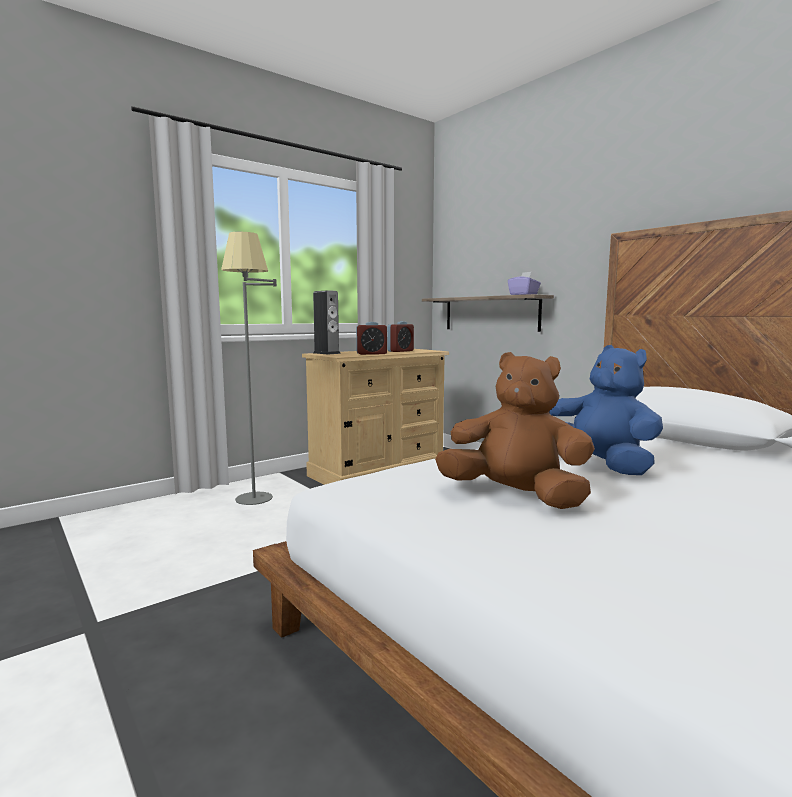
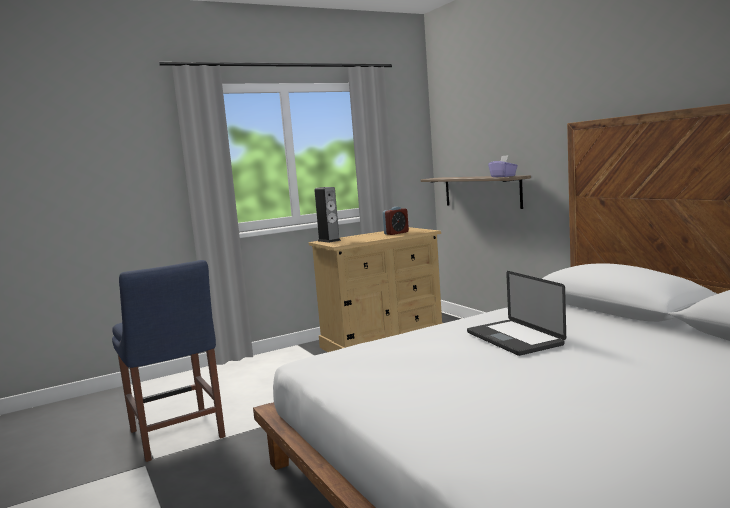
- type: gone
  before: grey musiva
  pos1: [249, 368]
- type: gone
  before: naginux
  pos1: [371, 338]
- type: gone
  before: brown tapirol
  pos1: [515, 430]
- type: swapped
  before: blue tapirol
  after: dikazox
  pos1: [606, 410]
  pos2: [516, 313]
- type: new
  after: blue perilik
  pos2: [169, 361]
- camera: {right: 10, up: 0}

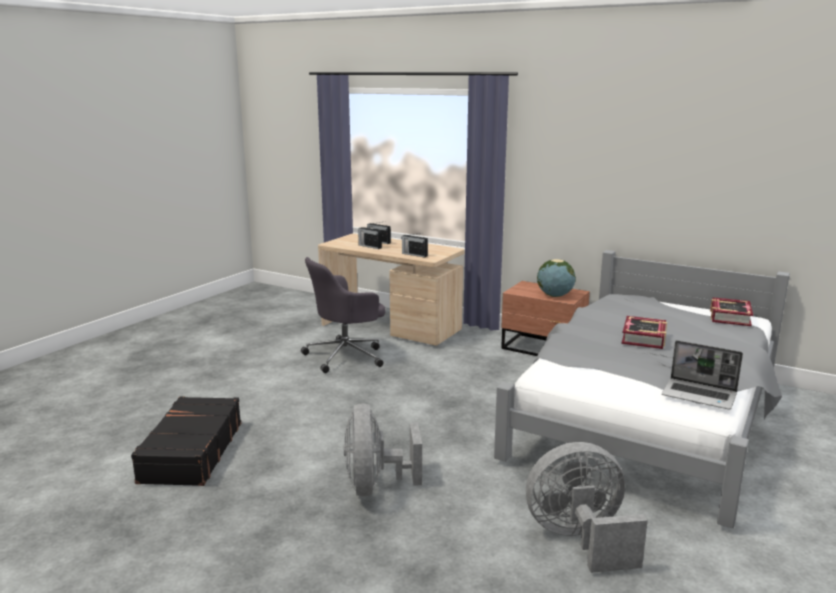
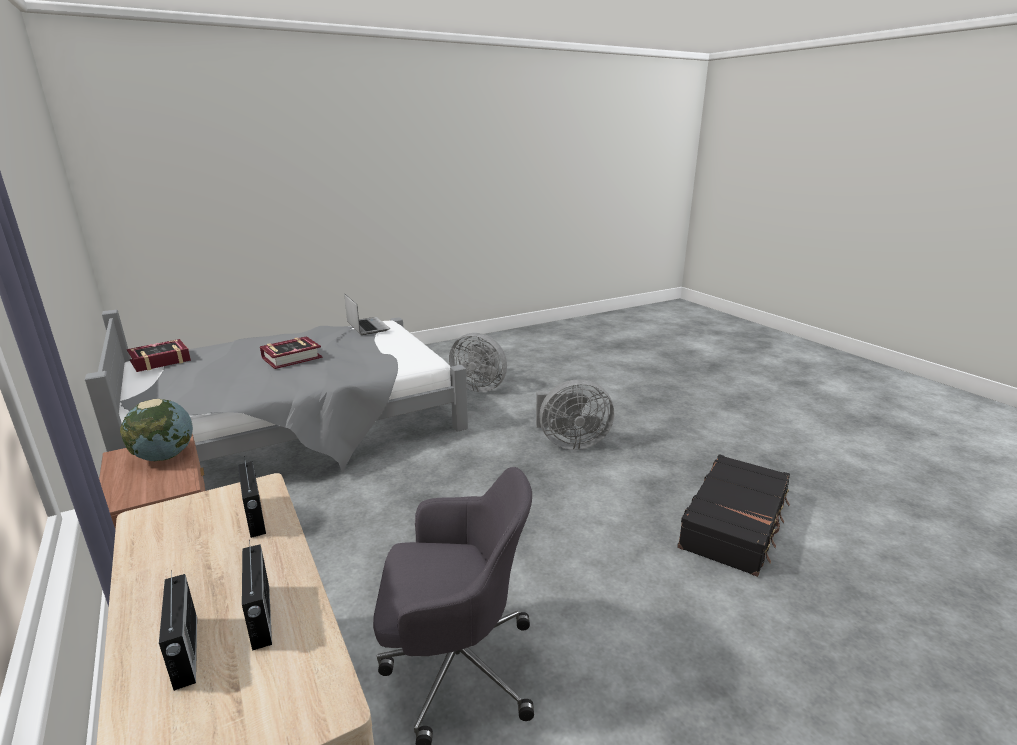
- type: rotated
  before: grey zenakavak
  pos1: [383, 450]
  pos2: [575, 414]
  turn: 60
- camera: {right: -150, up: 5}

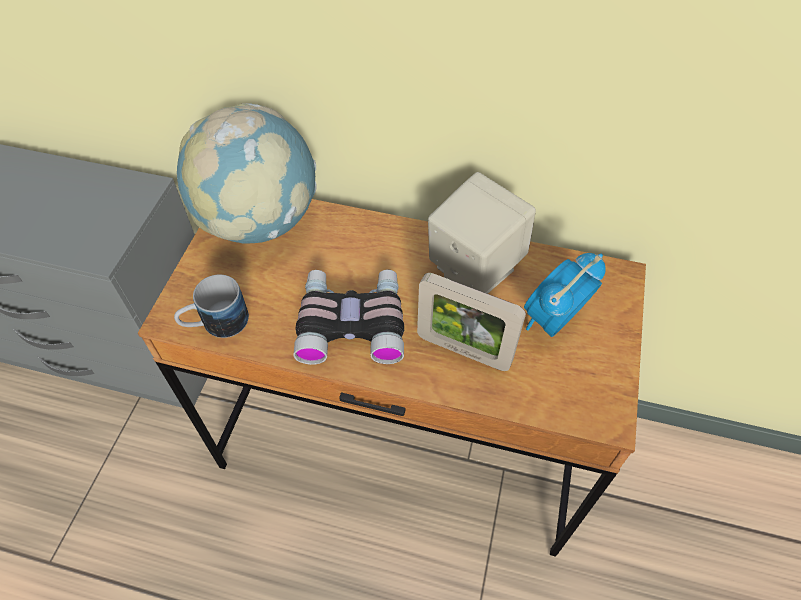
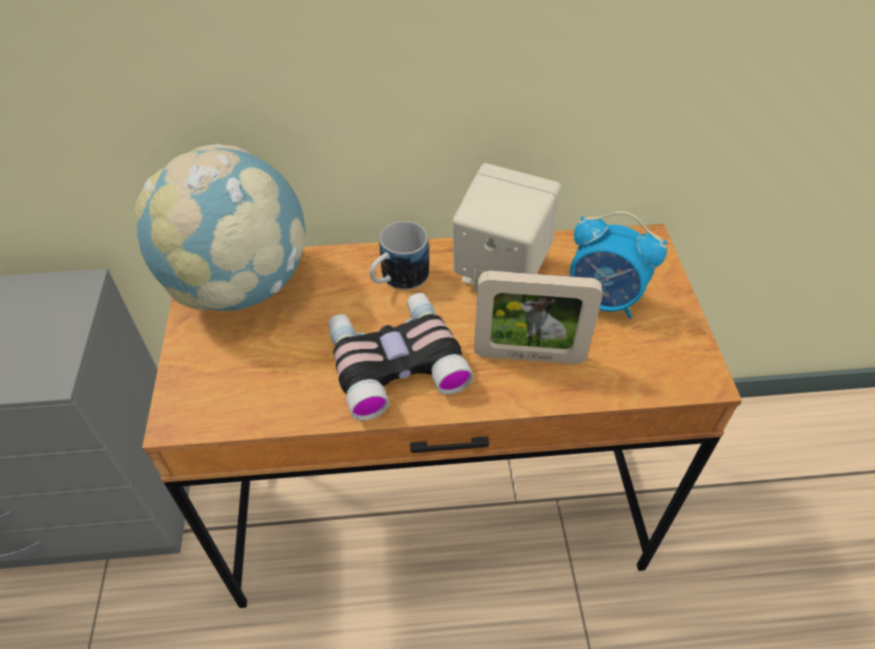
- type: shifted
  before: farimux
  pos1: [211, 306]
  pos2: [399, 255]
- type: rotated
  before: naginux
  pos1: [565, 295]
  pos2: [618, 265]
  turn: -90
- camera: {right: -20, up: -5}

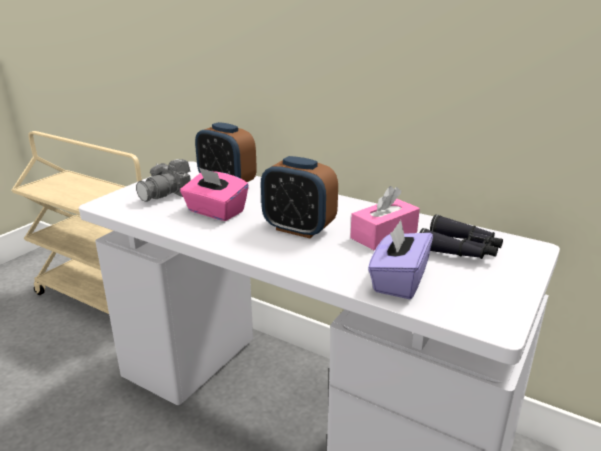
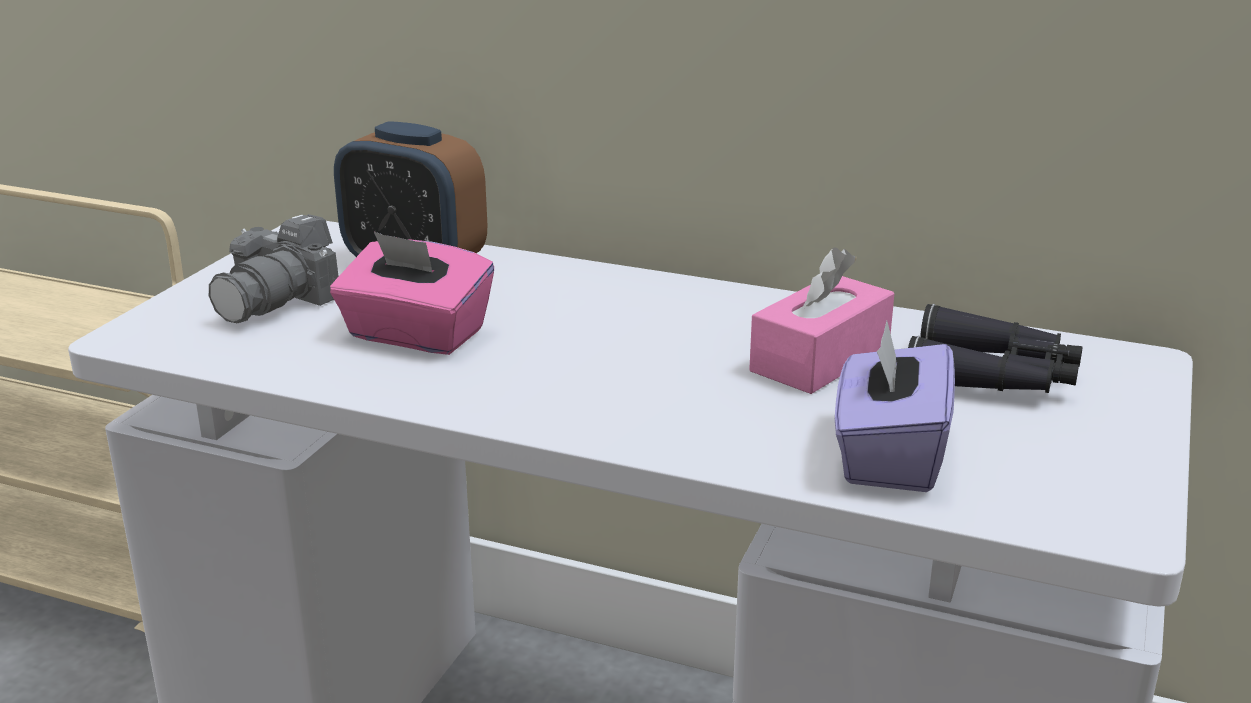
- type: gone
  before: naginux
  pos1: [299, 197]
- camera: {right: -10, up: 0}

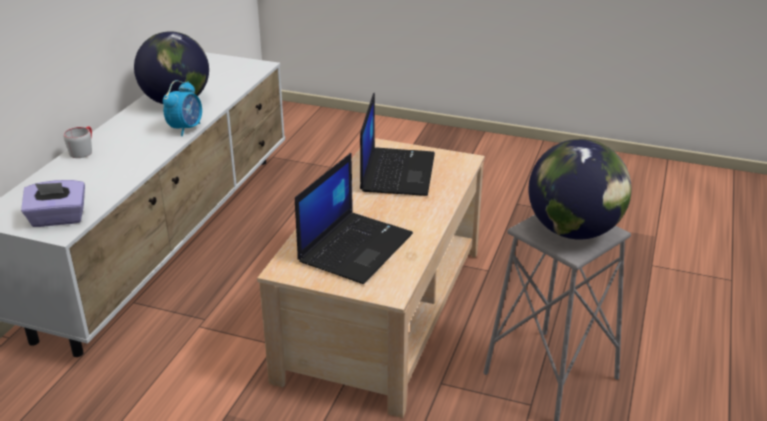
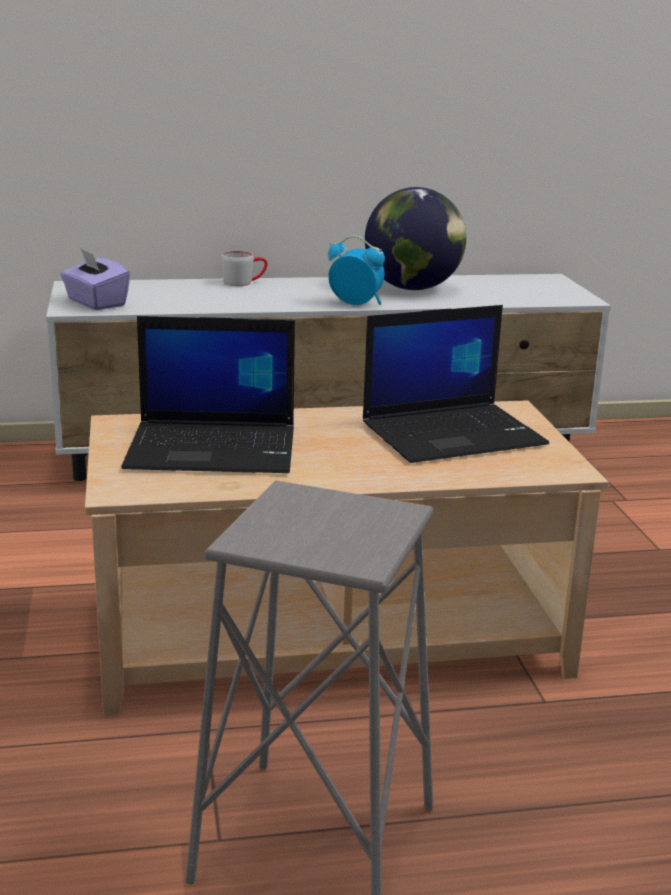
- type: rotated
  before: naginux
  pos1: [182, 108]
  pos2: [356, 270]
  turn: -150
- type: gone
  before: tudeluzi
  pos1: [580, 189]
- camera: {right: 60, up: -10}

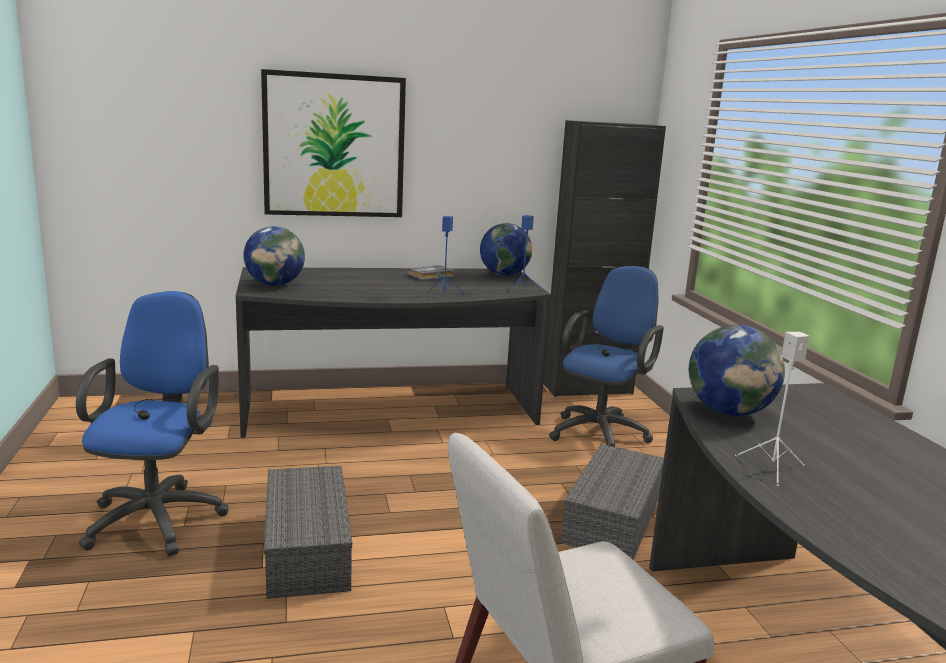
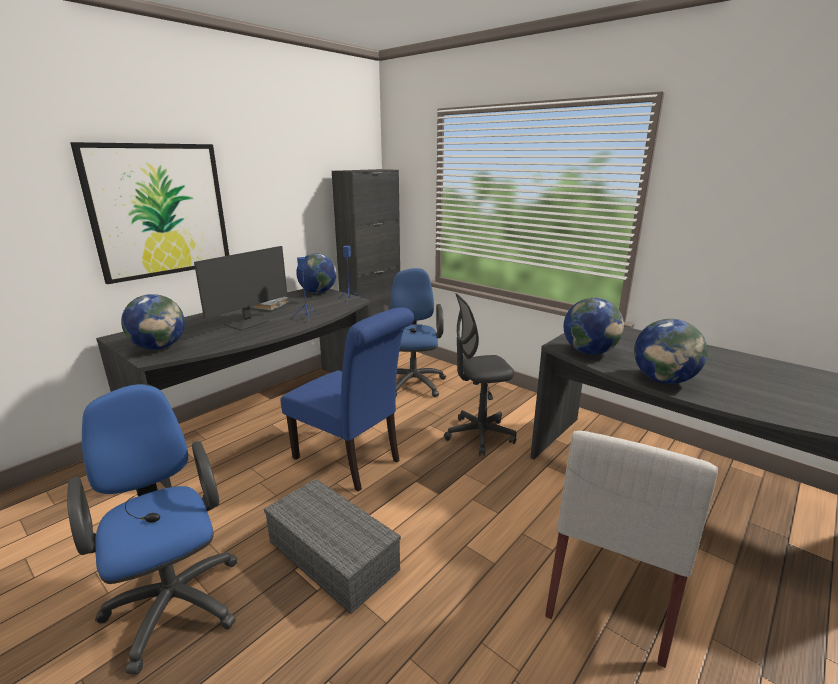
- type: swapped
  before: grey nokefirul
  after: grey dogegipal
  pos1: [612, 502]
  pos2: [480, 374]
- type: swapped
  before: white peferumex
  after: tudeluzi
  pos1: [772, 409]
  pos2: [671, 351]
- type: new
  after: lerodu
  pos2: [241, 288]
- type: new
  after: blue perilik
  pos2: [347, 399]
- camera: {right: -35, up: 5}

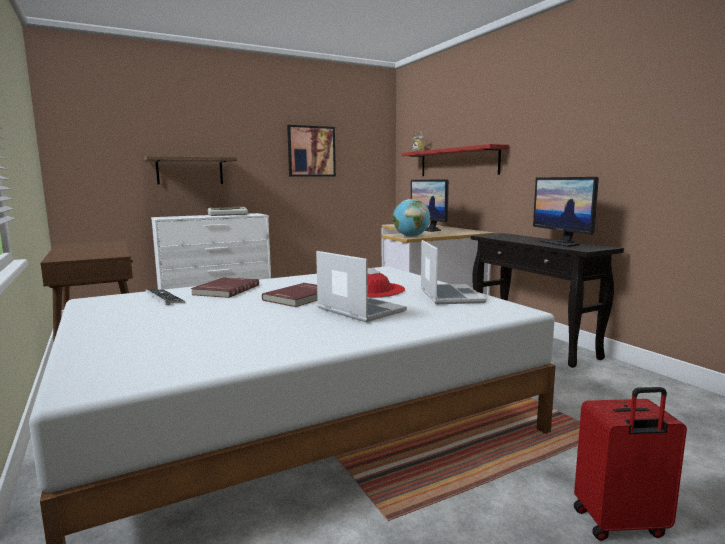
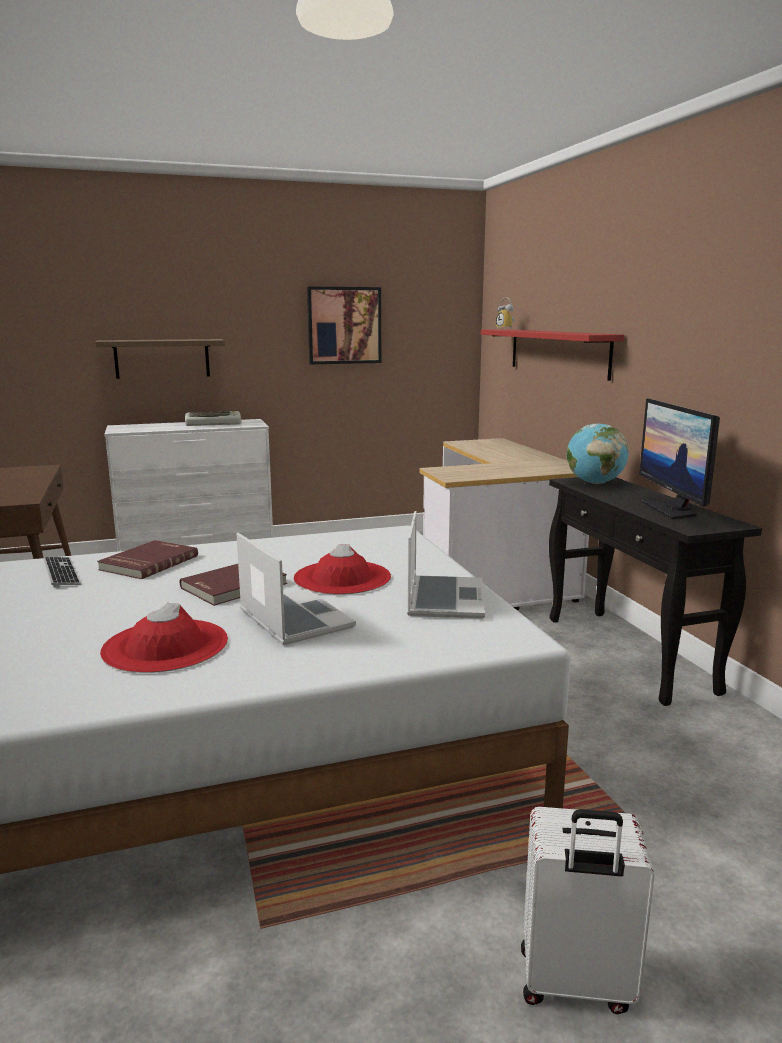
- type: shifted
  before: tudeluzi
  pos1: [411, 218]
  pos2: [597, 454]
- type: gone
  before: lerodu
  pos1: [430, 205]
- type: repainted
  before: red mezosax
  after: white mezosax
  pos1: [630, 464]
  pos2: [588, 910]
- type: new
  after: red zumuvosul
  pos2: [164, 638]
- camera: {right: 10, up: 5}

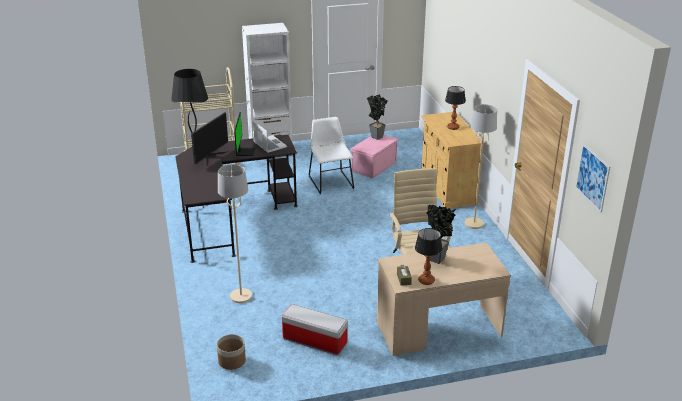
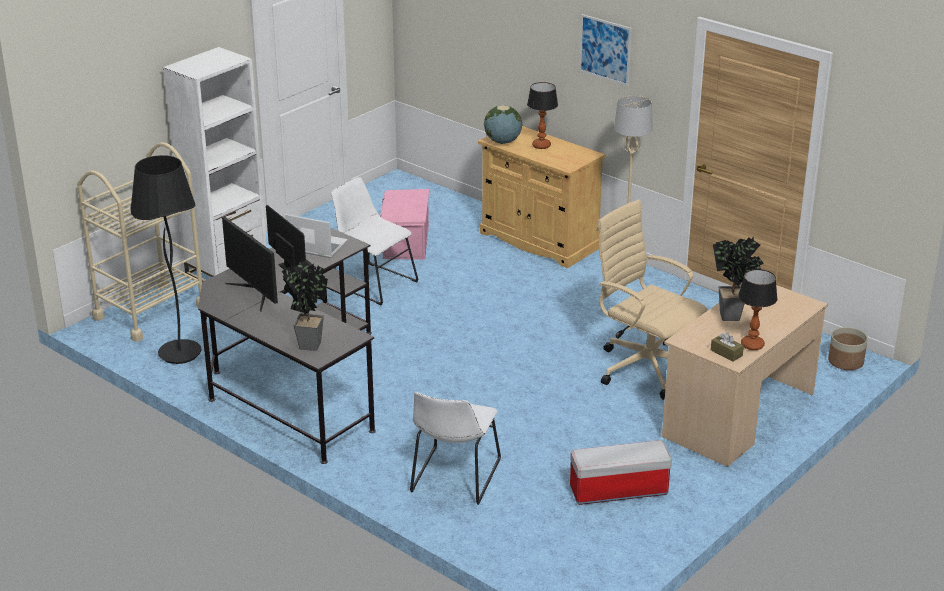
- type: rotated
  before: lerodu
  pos1: [210, 140]
  pos2: [250, 264]
  turn: 150
- type: shifted
  before: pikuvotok
  pos1: [231, 352]
  pos2: [848, 348]
- type: swapped
  before: beige musiva
  after: white perilik
  pos1: [235, 233]
  pos2: [455, 448]
- type: shifted
  before: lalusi
  pos1: [377, 116]
  pos2: [305, 304]
- type: shifted
  before: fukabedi
  pos1: [592, 178]
  pos2: [605, 50]
- type: new
  after: tudeluzi
  pos2: [503, 124]
- camera: {right: -35, up: 0}

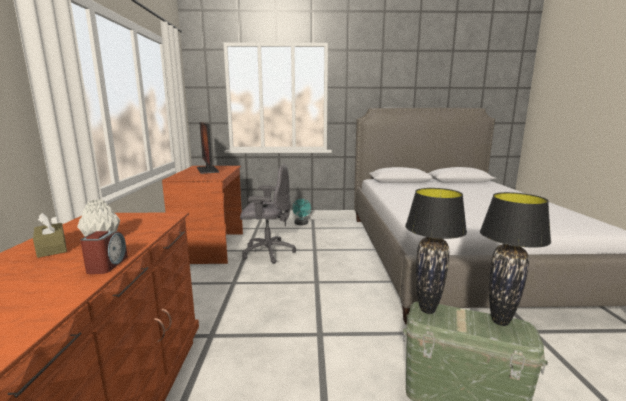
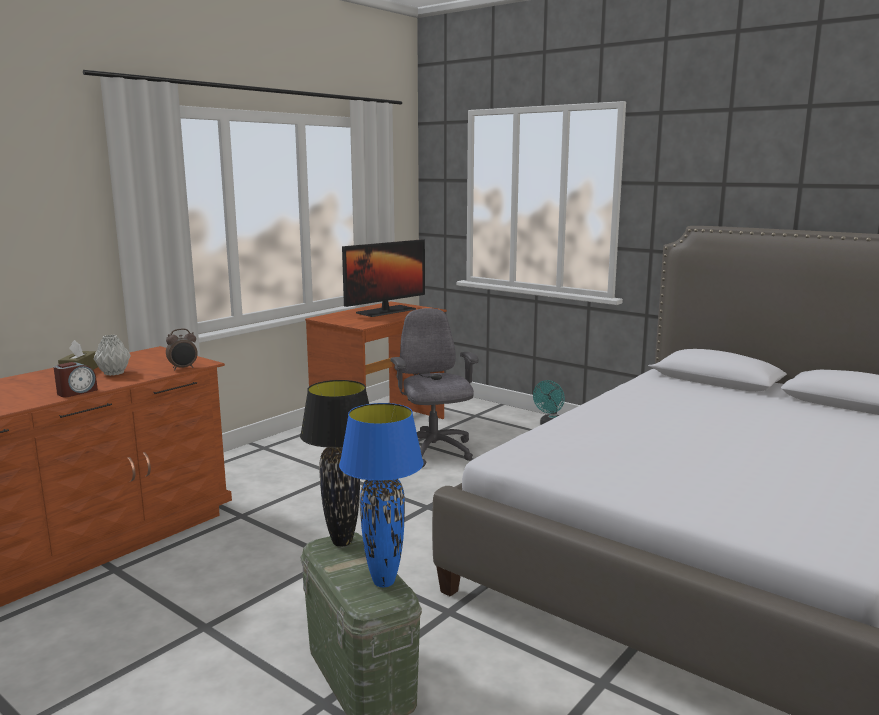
- type: rotated
  before: lerodu
  pos1: [208, 148]
  pos2: [383, 278]
  turn: -150
- type: rotated
  before: grey dogegipal
  pos1: [268, 214]
  pos2: [435, 388]
  turn: -150
- type: repainted
  before: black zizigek
  after: blue zizigek
  pos1: [515, 259]
  pos2: [381, 495]
- type: new
  after: naginux
  pos2: [182, 349]
- camera: {right: 40, up: 0}

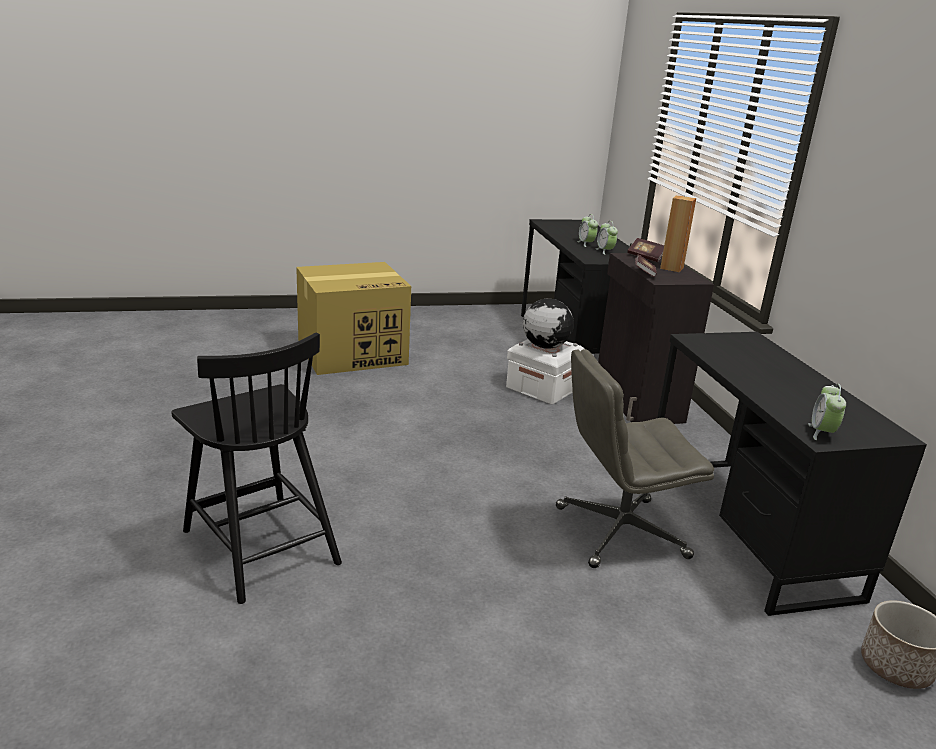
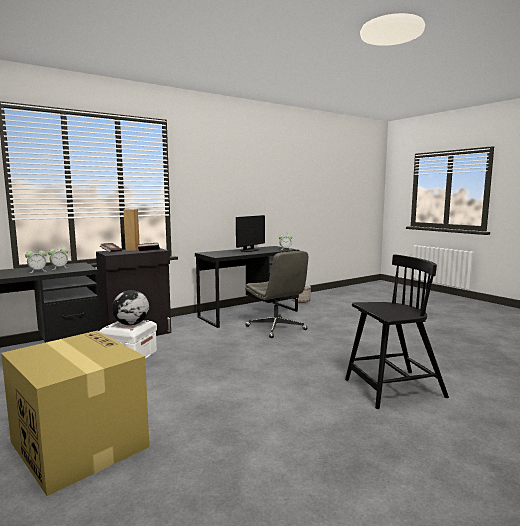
- type: rotated
  before: black perilik
  pos1: [256, 468]
  pos2: [397, 331]
  turn: 45
- type: new
  after: lerodu
  pos2: [250, 233]
- camera: {right: -110, up: -15}

